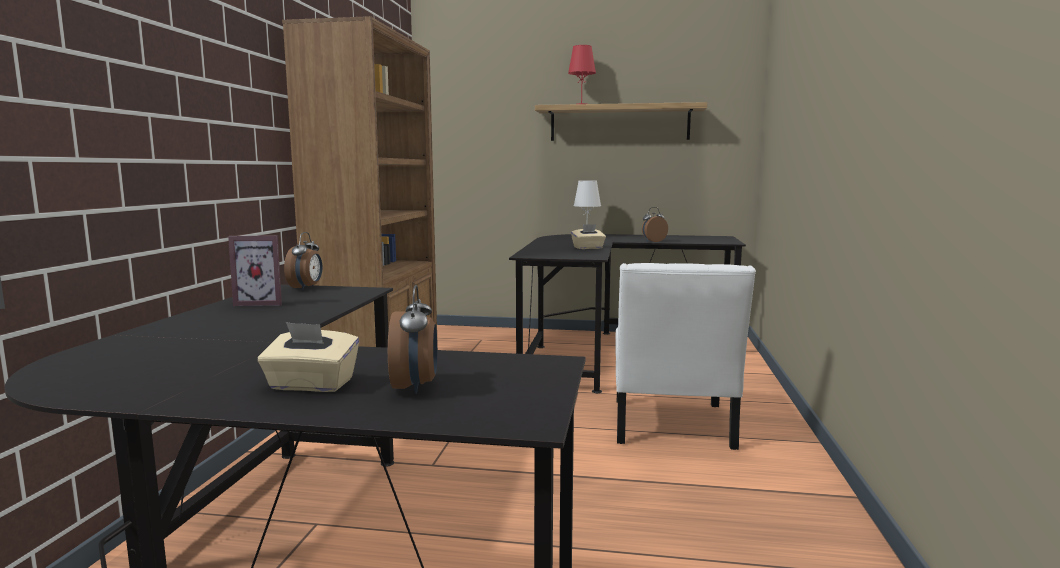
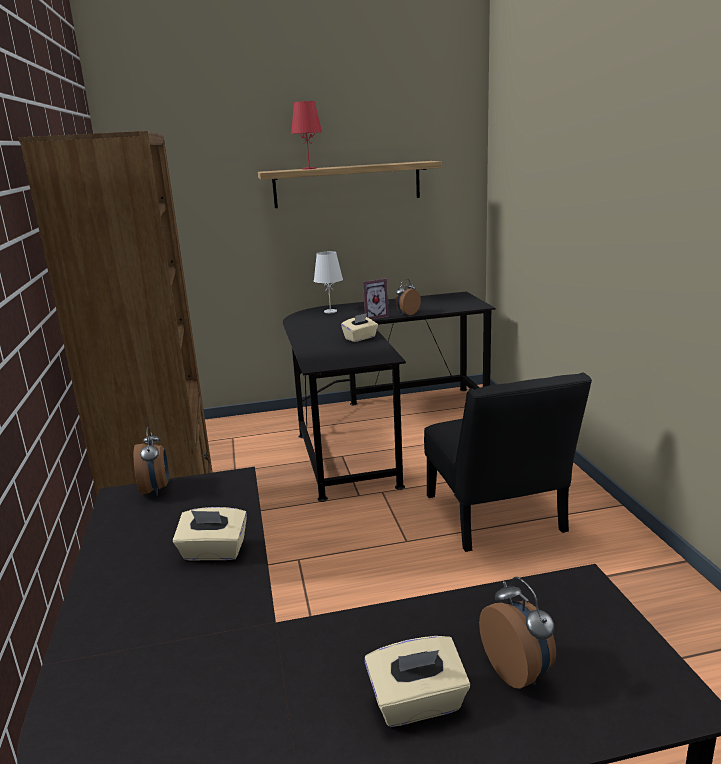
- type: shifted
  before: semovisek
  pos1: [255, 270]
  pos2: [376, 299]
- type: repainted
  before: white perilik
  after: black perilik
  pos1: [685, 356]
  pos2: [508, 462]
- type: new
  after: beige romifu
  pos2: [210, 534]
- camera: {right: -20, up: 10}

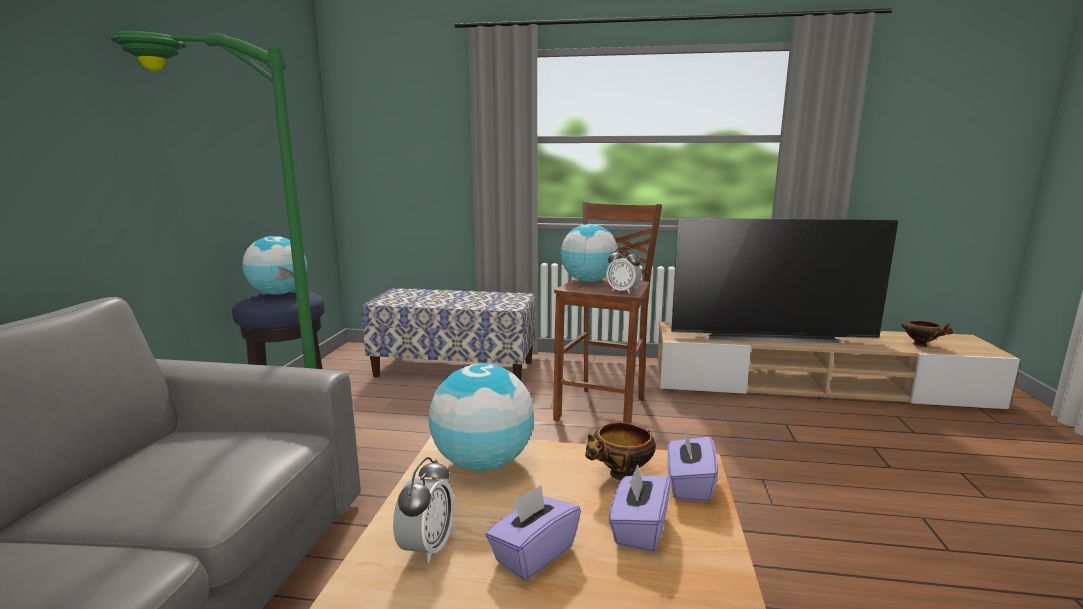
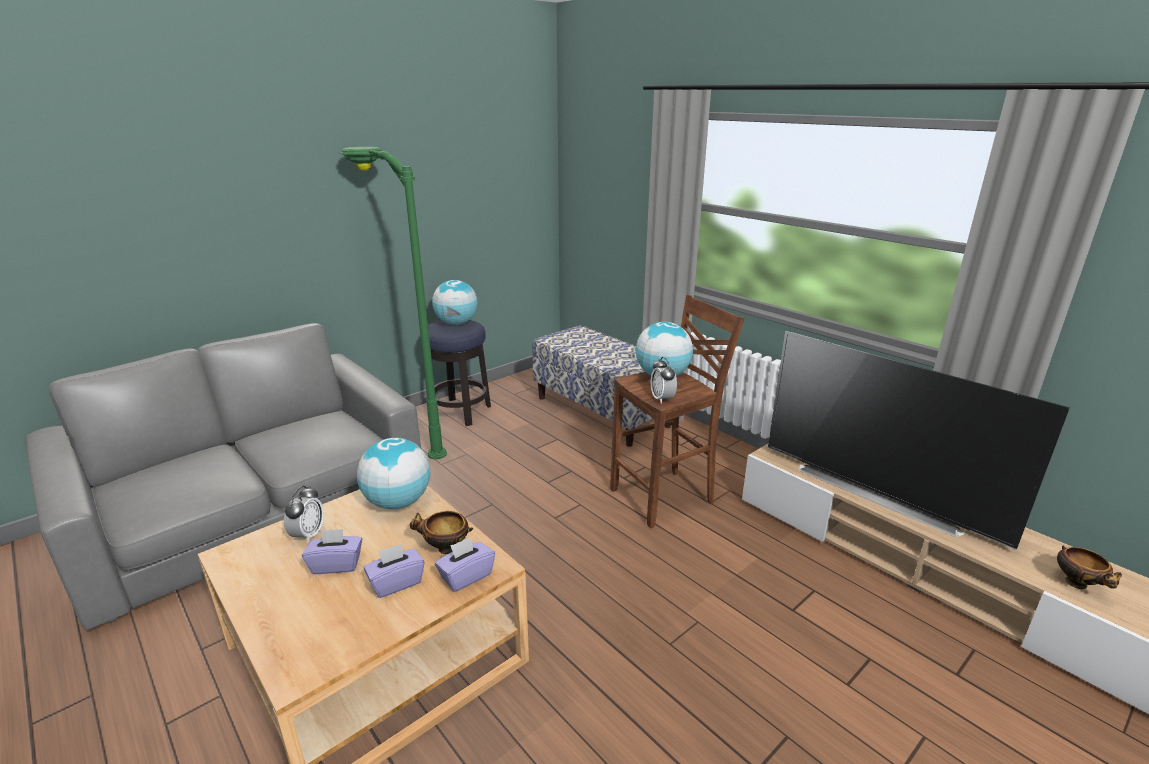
- type: rotated
  before: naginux
  pos1: [423, 510]
  pos2: [304, 514]
  turn: -45
- camera: {right: 40, up: 10}

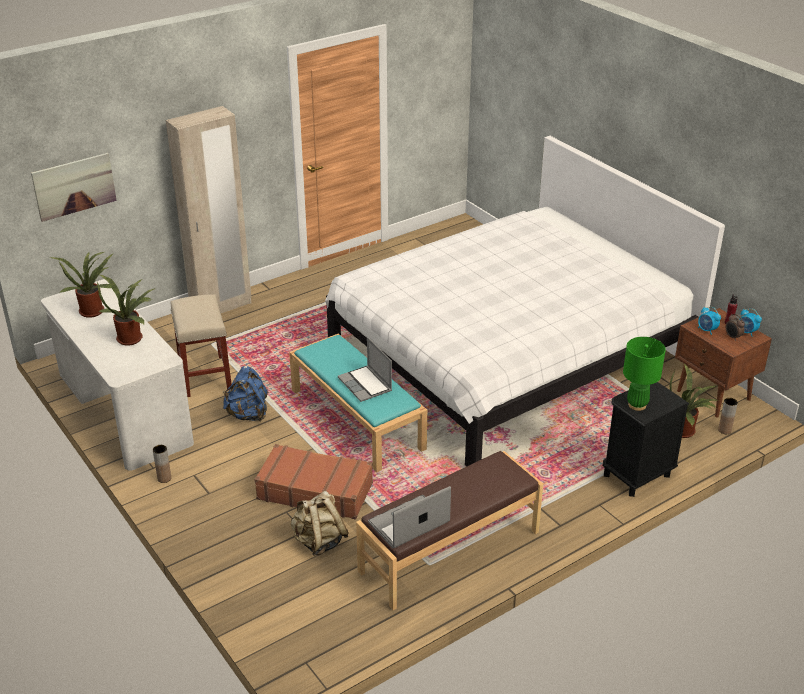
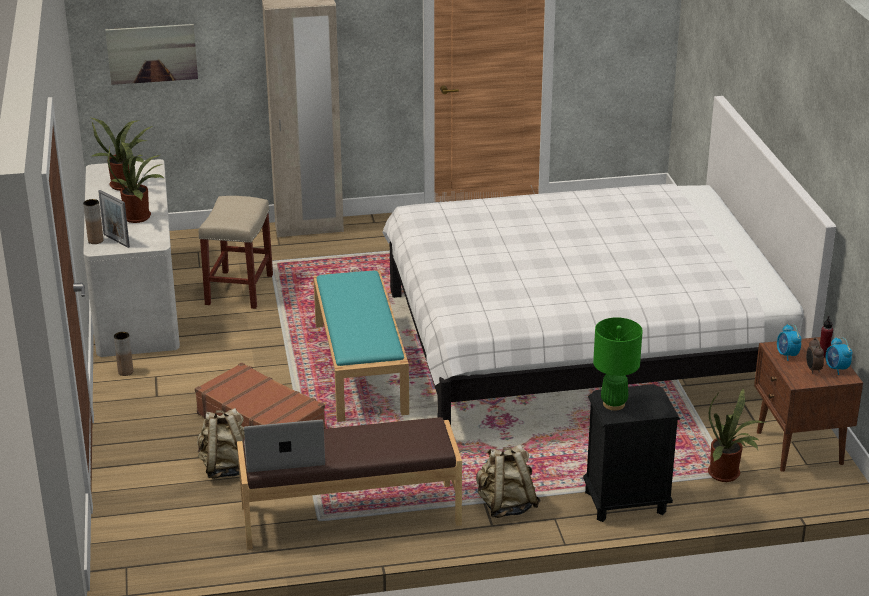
- type: gone
  before: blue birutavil
  pos1: [245, 393]
- type: gone
  before: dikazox
  pos1: [365, 369]
- type: shifted
  before: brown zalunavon
  pos1: [728, 416]
  pos2: [93, 221]
- type: new
  after: semovisek
  pos2: [114, 219]
- type: new
  after: beige birutavil
  pos2: [508, 481]
- camera: {right: 25, up: -5}

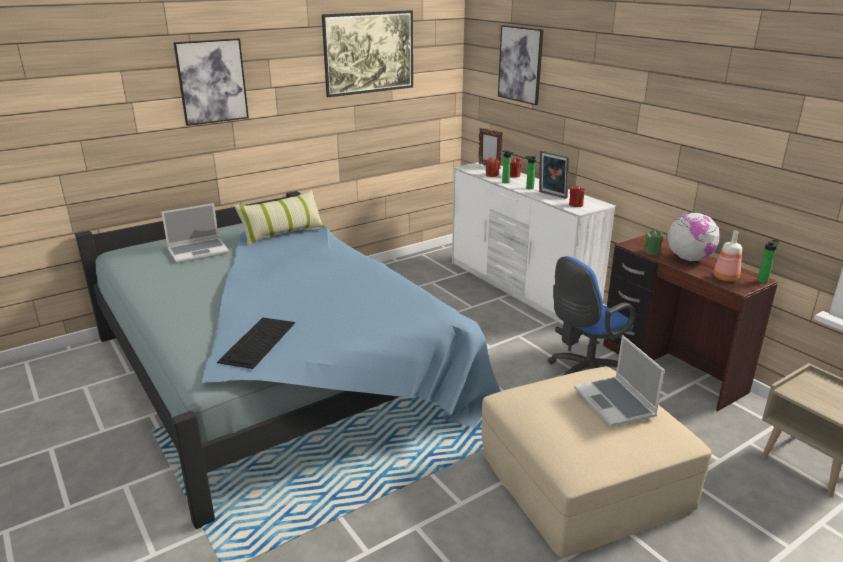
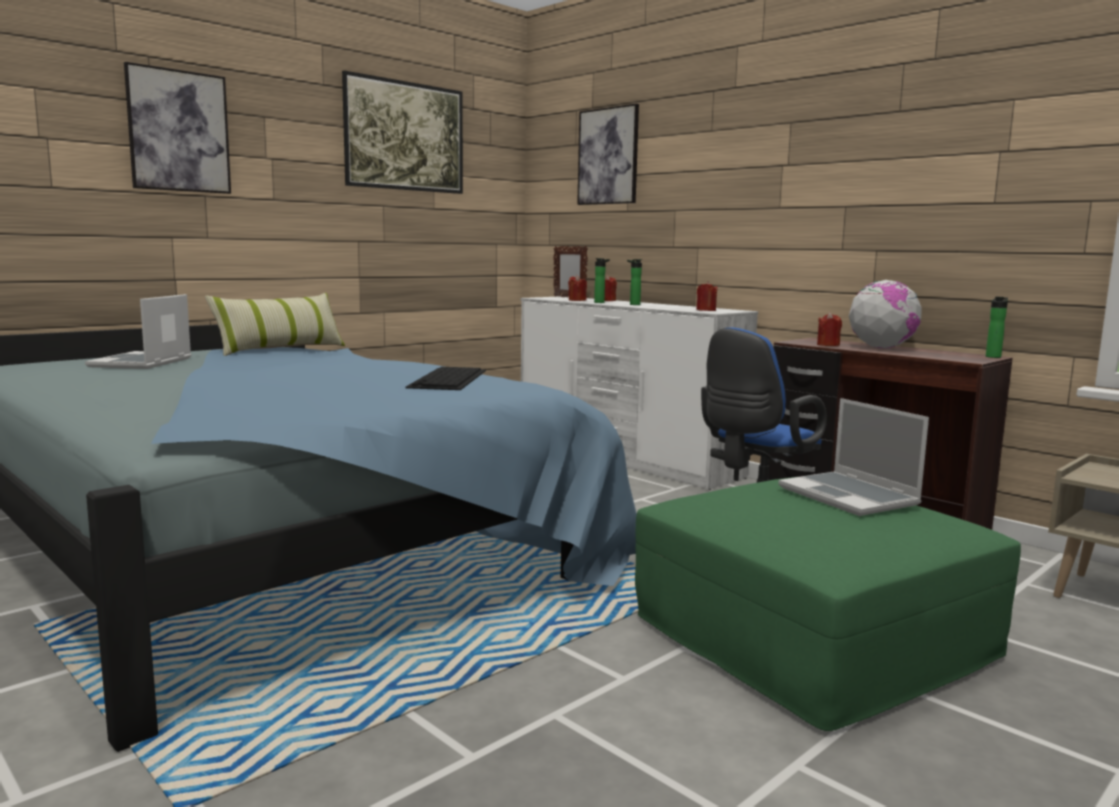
- type: rotated
  before: dikazox
  pos1: [195, 233]
  pos2: [138, 331]
  turn: 135
- type: shifted
  before: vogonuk
  pos1: [256, 343]
  pos2: [445, 378]
- type: repainted
  before: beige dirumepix
  after: green dirumepix
  pos1: [596, 462]
  pos2: [828, 604]
- type: gone
  before: semovisek
  pos1: [554, 175]
- type: repainted
  before: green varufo
  after: red varufo
  pos1: [653, 242]
  pos2: [829, 329]
- type: gone
  before: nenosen
  pos1: [728, 256]
- camera: {right: -10, up: -15}

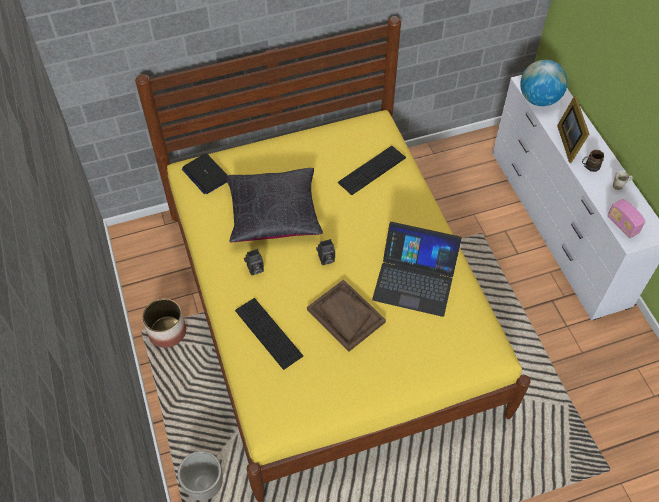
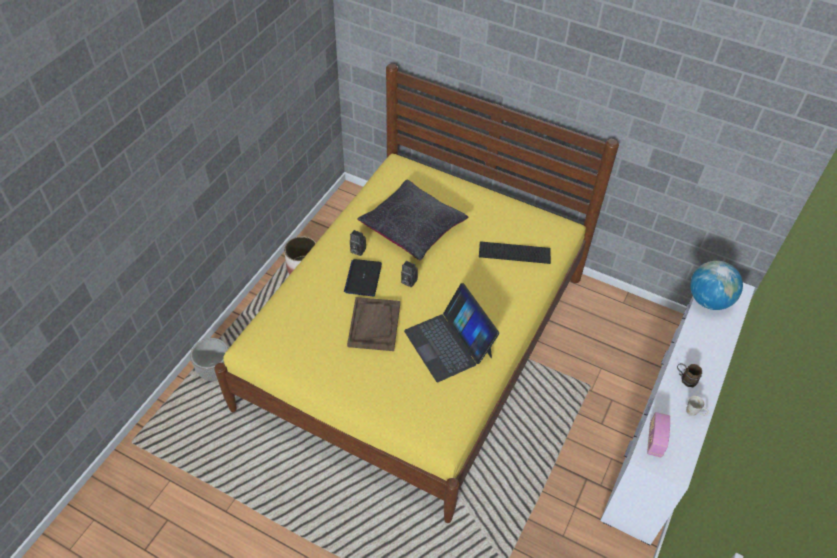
- type: shifted
  before: dikazox
  pos1: [205, 173]
  pos2: [363, 277]
- type: gone
  before: vogonuk
  pos1: [269, 334]
- type: gone
  before: semovisek
  pos1: [573, 129]
- camera: {right: 45, up: -5}

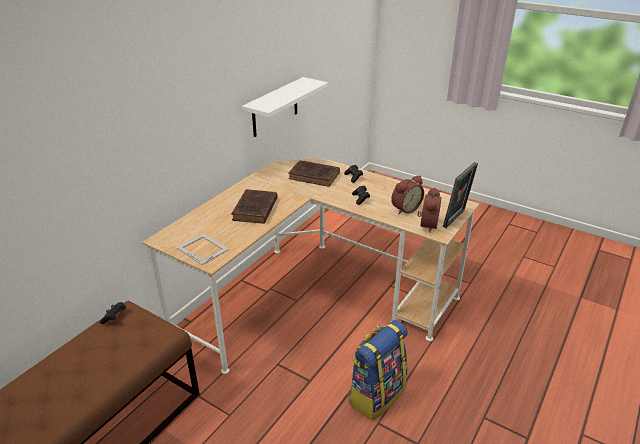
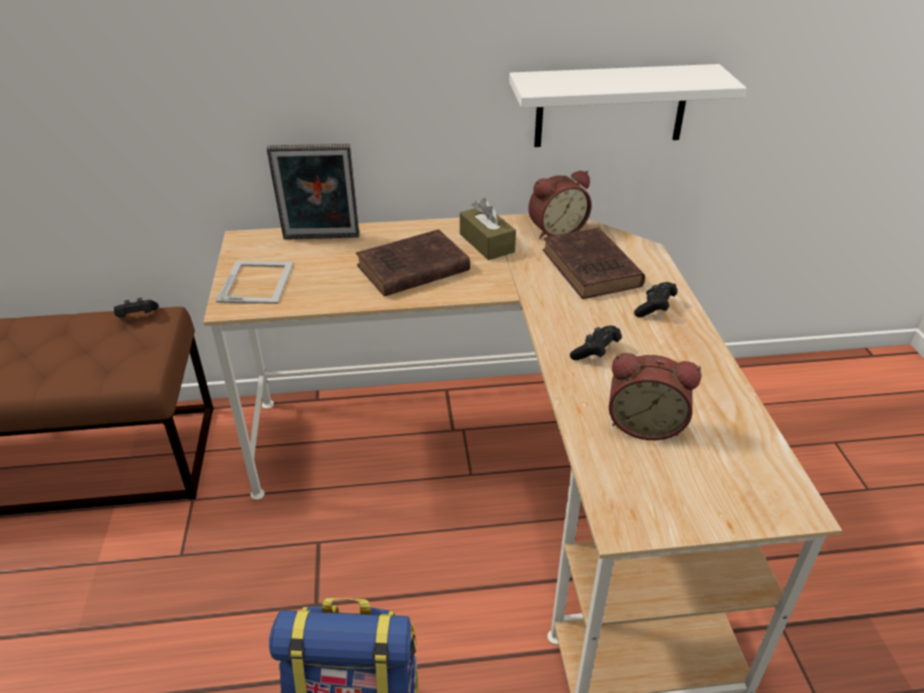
- type: shifted
  before: naginux
  pos1: [429, 210]
  pos2: [560, 205]
- type: shifted
  before: semovisek
  pos1: [460, 195]
  pos2: [313, 191]
- type: new
  after: brown romifu
  pos2: [488, 229]
- camera: {right: 50, up: 5}

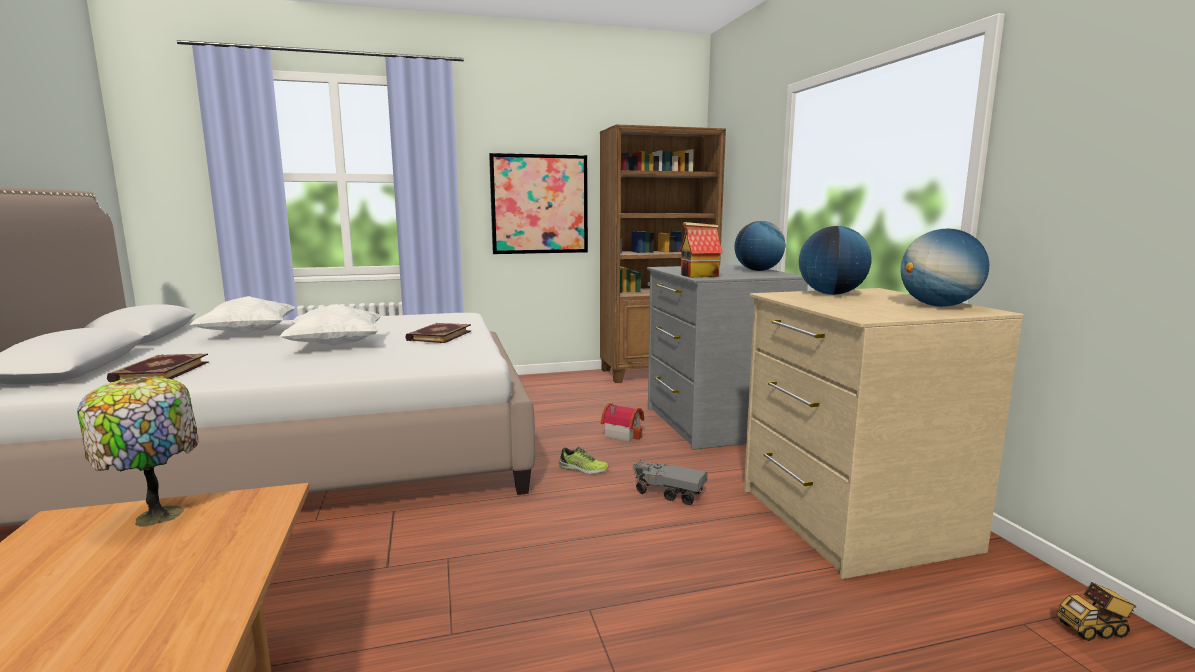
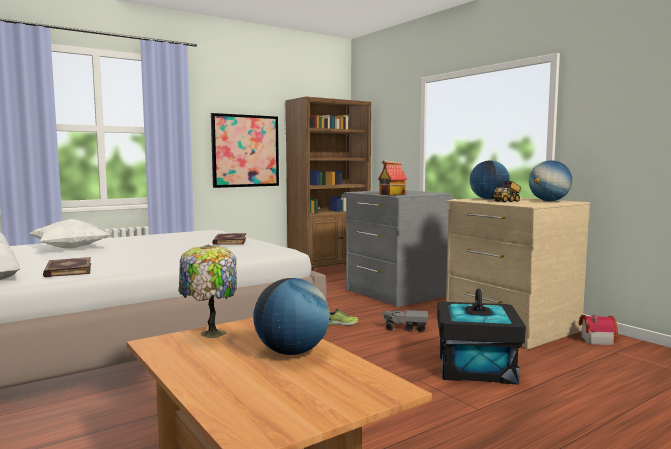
- type: gone
  before: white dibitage
  pos1: [330, 324]
- type: shifted
  before: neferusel
  pos1: [622, 422]
  pos2: [598, 330]
- type: shifted
  before: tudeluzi
  pos1: [760, 246]
  pos2: [291, 316]
- type: shifted
  before: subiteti
  pos1: [1097, 611]
  pos2: [507, 191]
- type: new
  after: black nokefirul
  pos2: [481, 336]
- camera: {right: -20, up: -5}

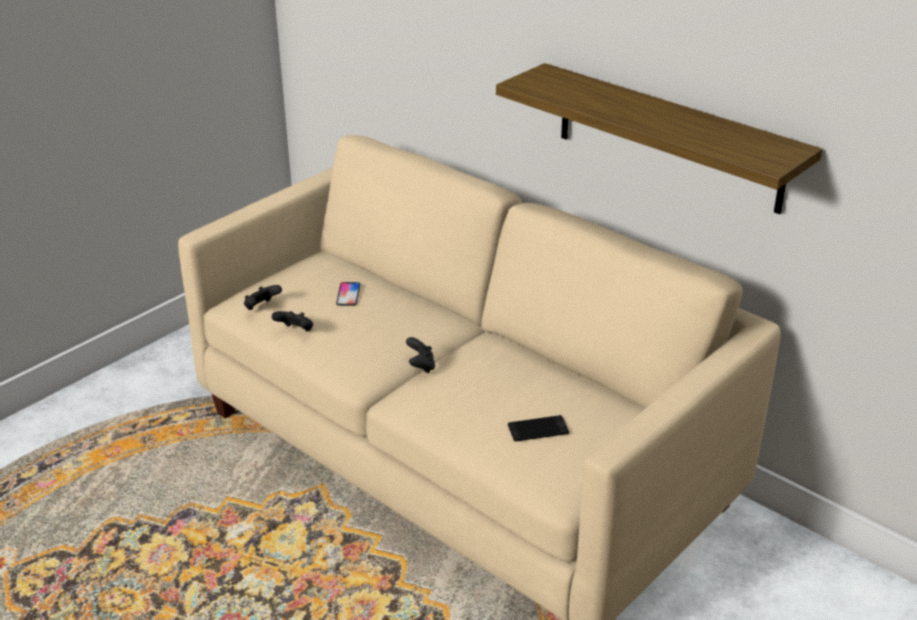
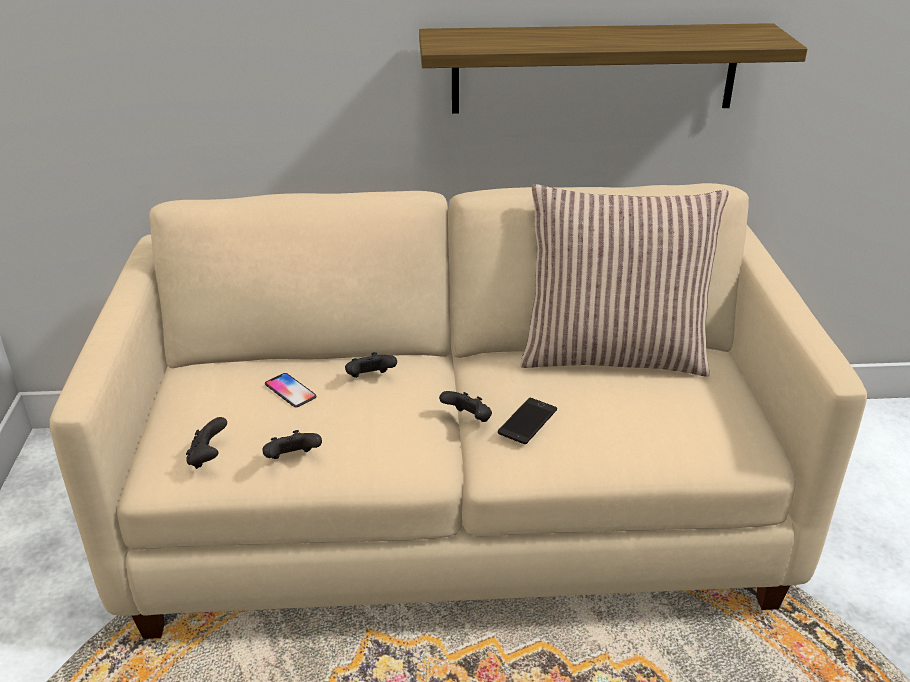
- type: shifted
  before: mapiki
  pos1: [538, 428]
  pos2: [527, 421]
- type: new
  after: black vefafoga
  pos2: [371, 365]
- type: new
  after: dibitage
  pos2: [625, 280]
- camera: {right: -45, up: 0}

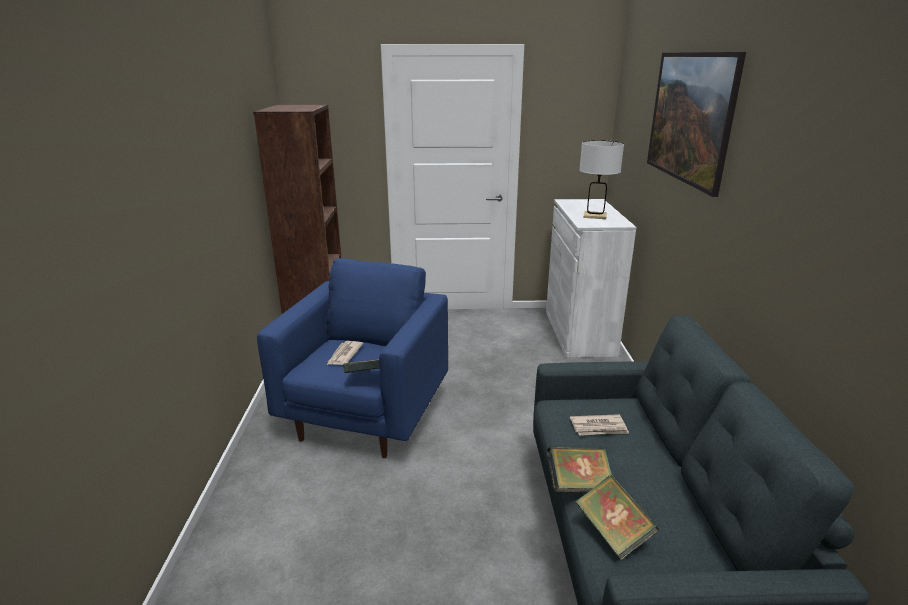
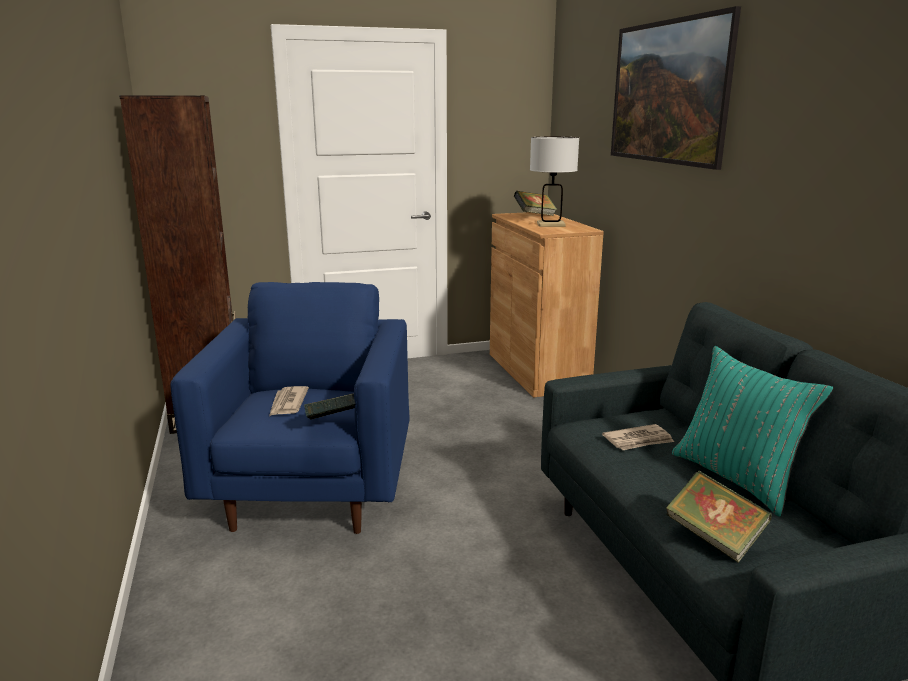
- type: repainted
  before: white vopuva
  after: brown vopuva
  pos1: [591, 278]
  pos2: [547, 305]
- type: shifted
  before: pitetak
  pos1: [579, 469]
  pos2: [535, 203]
- type: new
  after: turquoise dibitage
  pos2: [752, 431]
- camera: {right: -15, up: -5}

